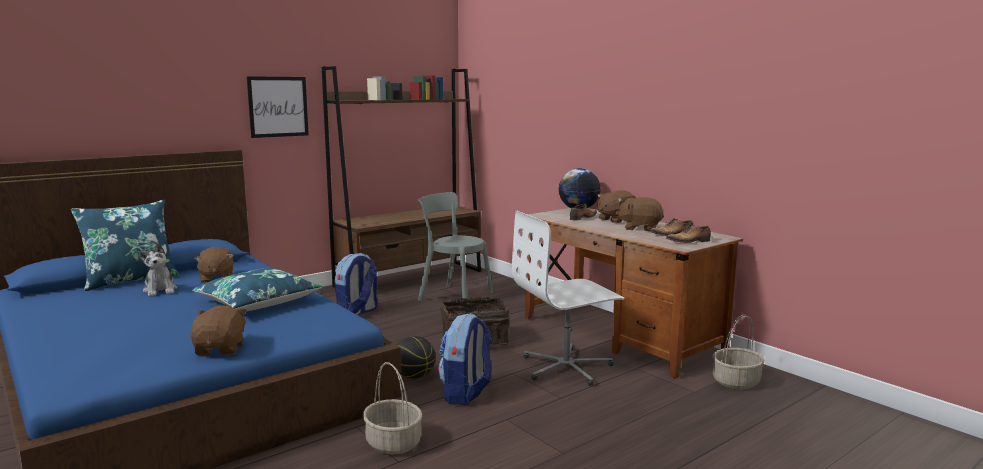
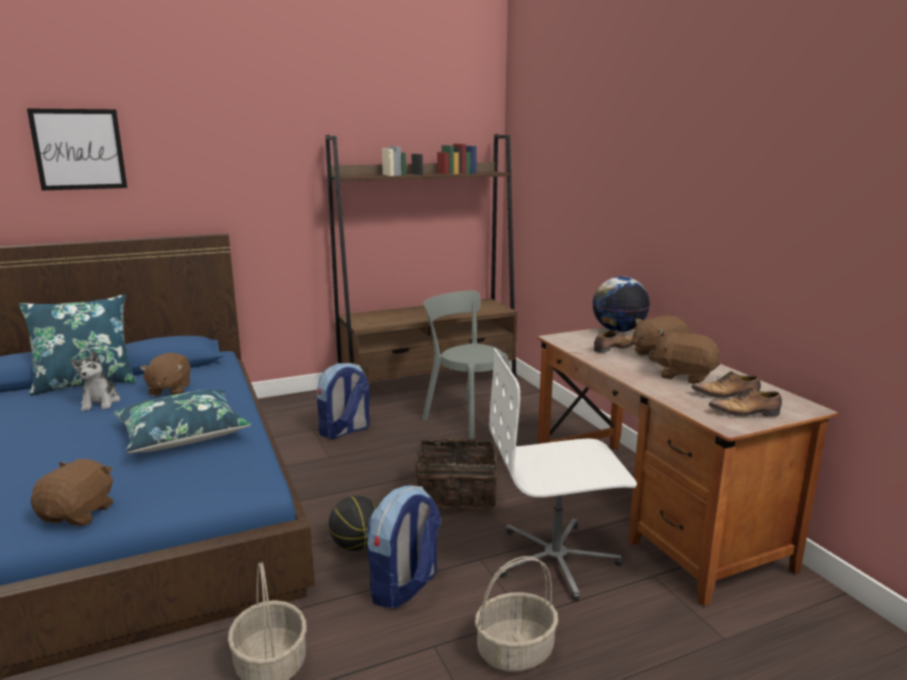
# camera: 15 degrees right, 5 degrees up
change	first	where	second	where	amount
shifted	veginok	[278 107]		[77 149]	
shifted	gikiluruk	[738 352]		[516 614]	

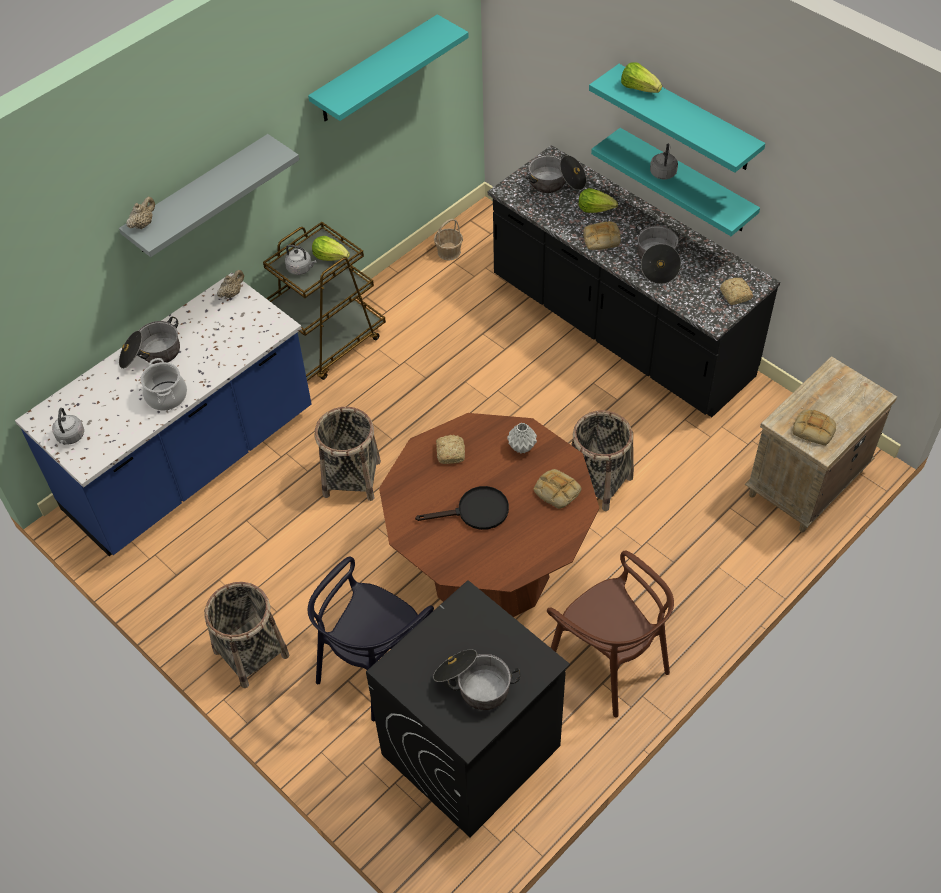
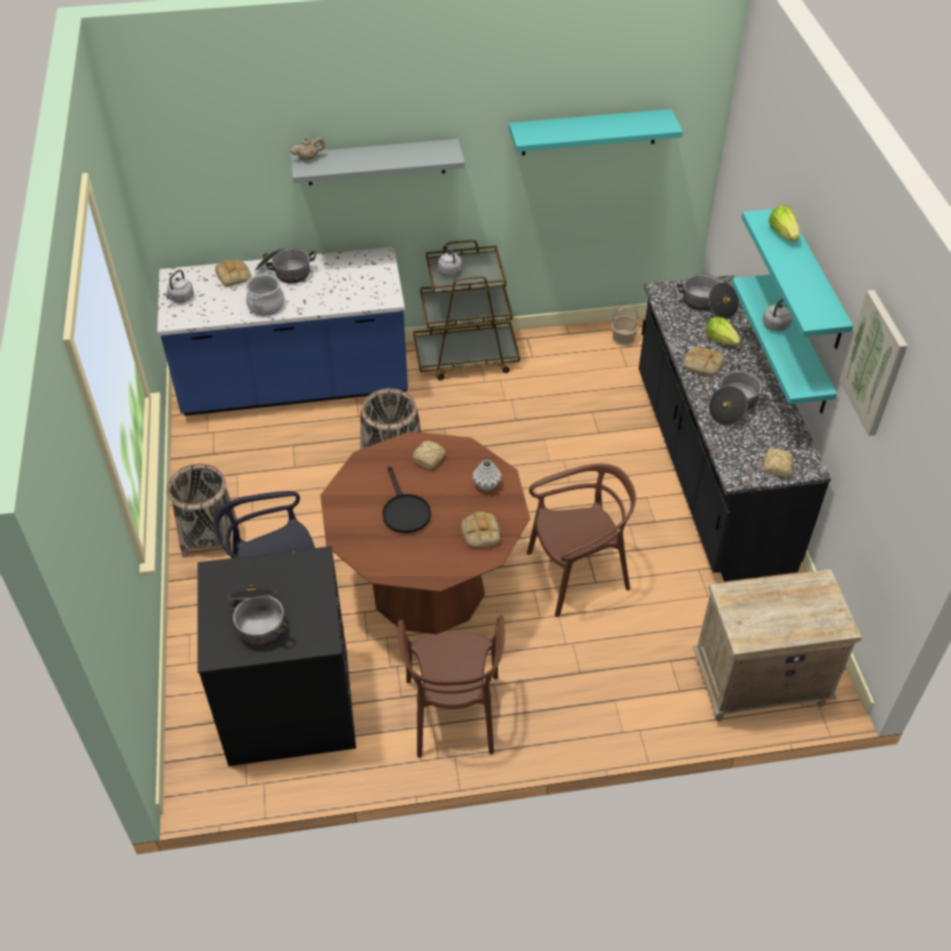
# camera: 35 degrees right, 5 degrees down
change	first	where	second	where	amount
shifted	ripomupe	[814 427]		[233 273]	
rotated	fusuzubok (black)	[462 508]		[406 499]	45 degrees clockwise
swapped	gikiluruk	[603 460]	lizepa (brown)	[581 540]	
new			veginok	[873 363]	
gone	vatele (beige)	[230 284]			
gone	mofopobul	[331 248]			

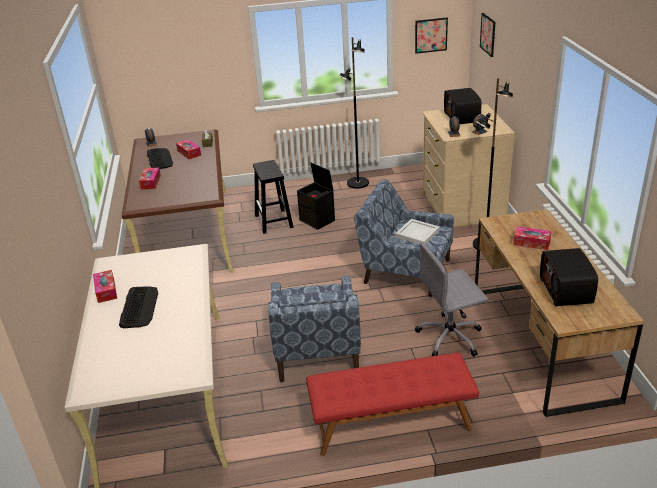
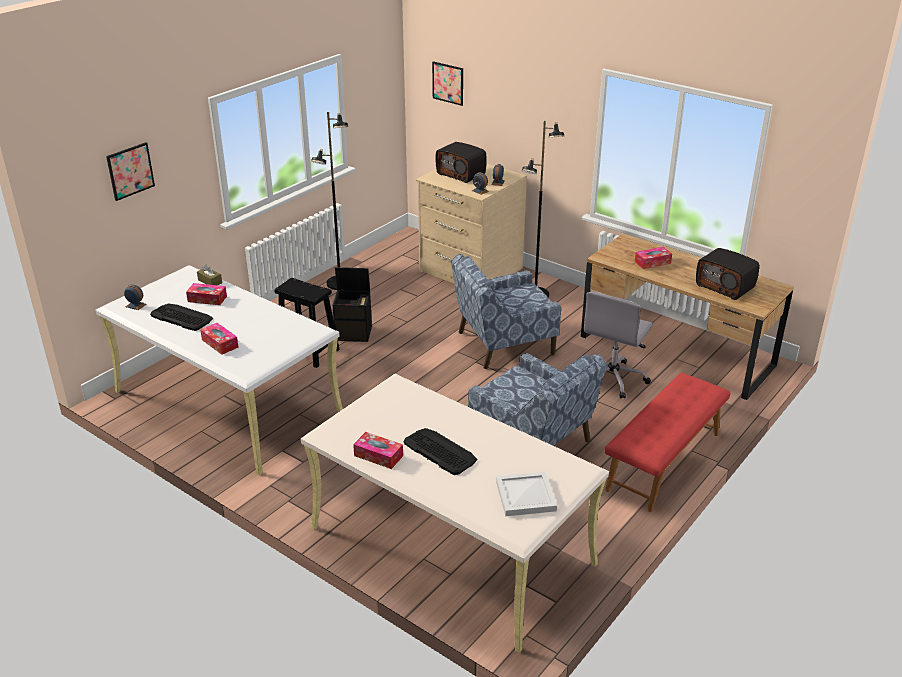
# camera: 45 degrees left, 0 degrees up
change	first	where	second	where	amount
repainted	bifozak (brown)	[178 201]	bifozak (white)	[219 370]	
shifted	veginok	[431 36]		[130 171]	
shifted	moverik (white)	[417 232]		[526 494]	

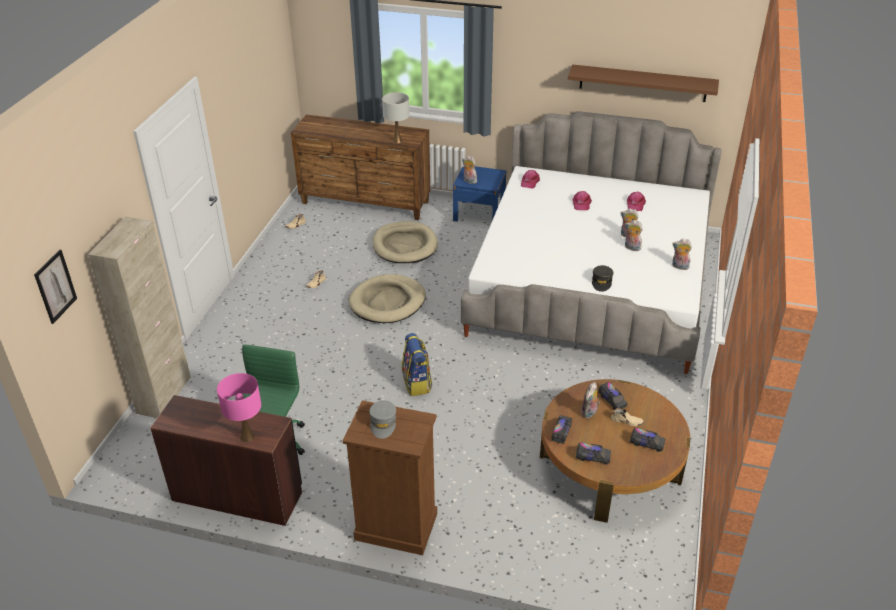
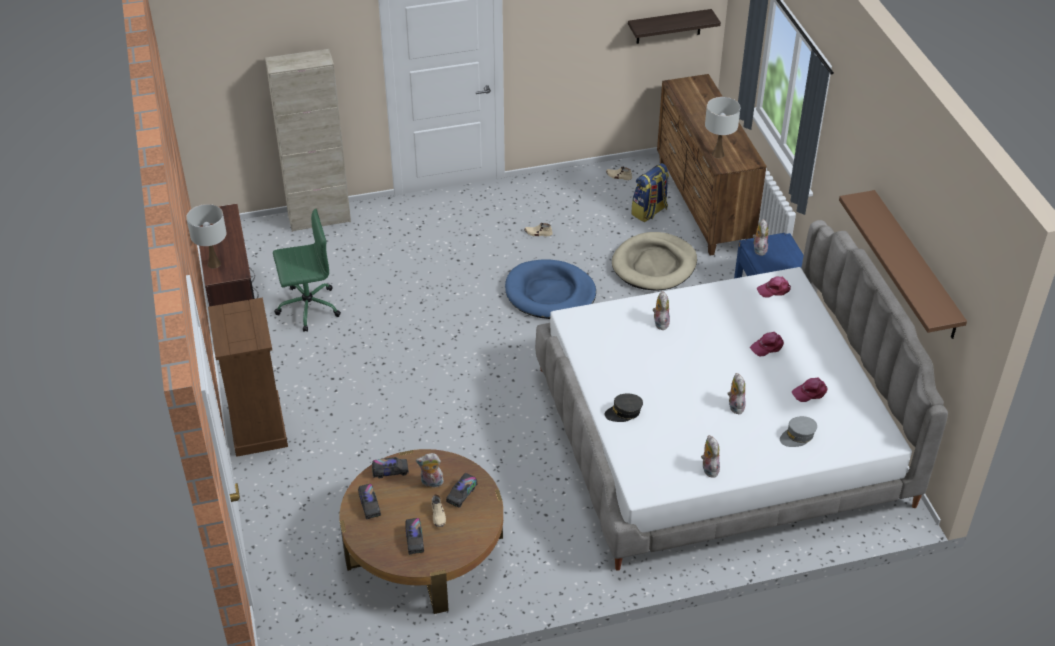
# camera: 60 degrees right, 5 degrees up
change	first	where	second	where	amount
repainted	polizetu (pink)	[239 407]	polizetu (white)	[206 236]	
repainted	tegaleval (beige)	[387 298]	tegaleval (blue)	[550 289]	
new			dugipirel	[674 26]	
shifted	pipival	[417 364]		[650 192]	
shifted	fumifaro	[634 235]		[661 310]	
shifted	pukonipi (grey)	[382 419]		[798 431]	
gone	veginok	[55 287]			

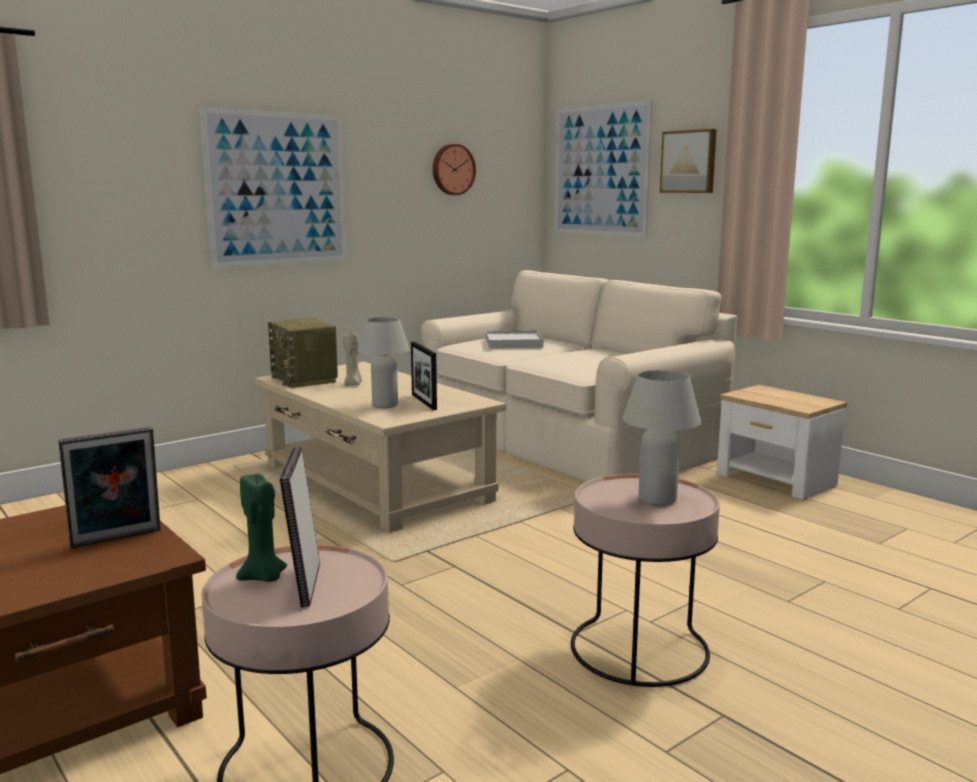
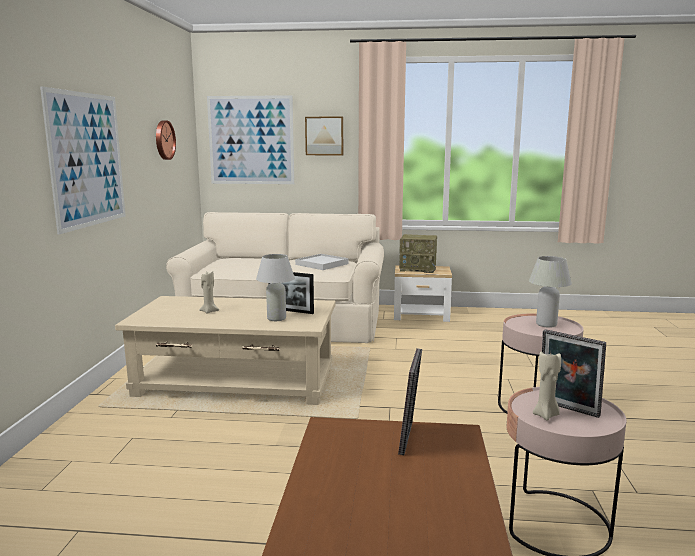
# camera: 45 degrees left, 0 degrees up
change	first	where	second	where	amount
shifted	moverik (white)	[515 339]		[322 262]	
shifted	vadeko	[303 353]		[418 253]	
repainted	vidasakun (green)	[261 528]	vidasakun (beige)	[547 386]	

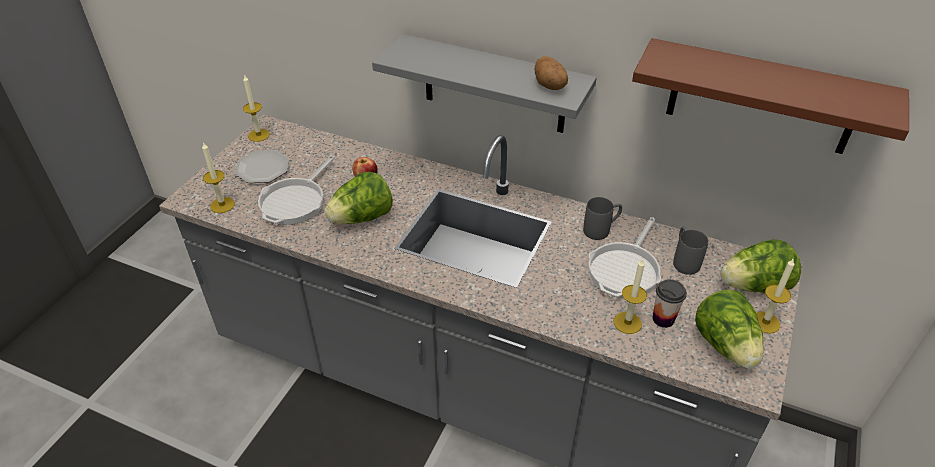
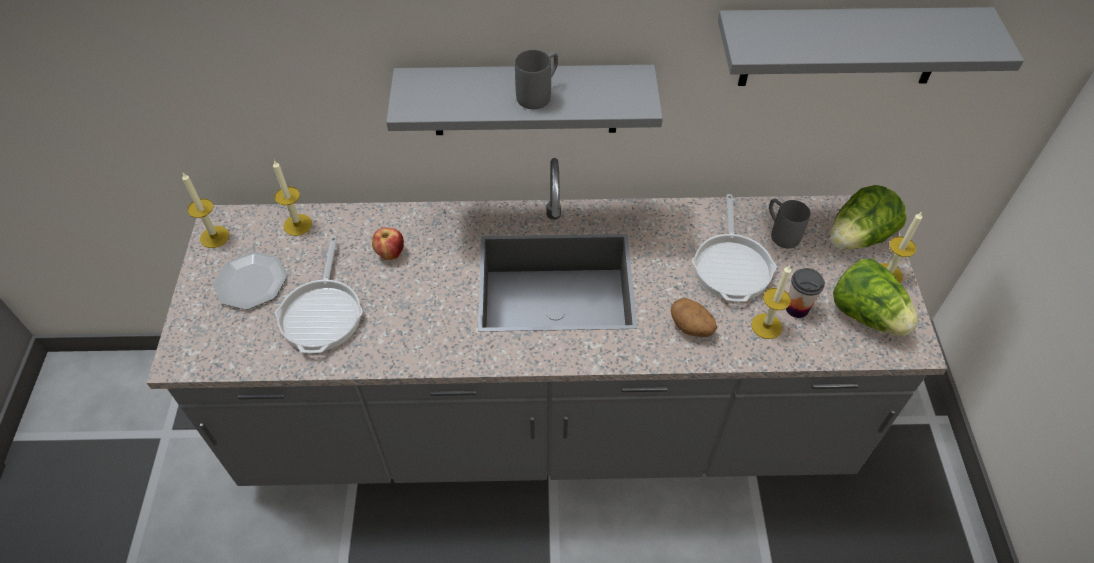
# camera: 25 degrees left, 10 degrees up
change	first	where	second	where	amount
shifted	vidasakun	[218 177]		[292 198]	
shifted	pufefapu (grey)	[602 218]		[536 79]	
shifted	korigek	[551 73]		[694 317]	
repainted	dugipirel (brown)	[770 96]	dugipirel (grey)	[871 46]	
gone	mofopobul	[358 198]			

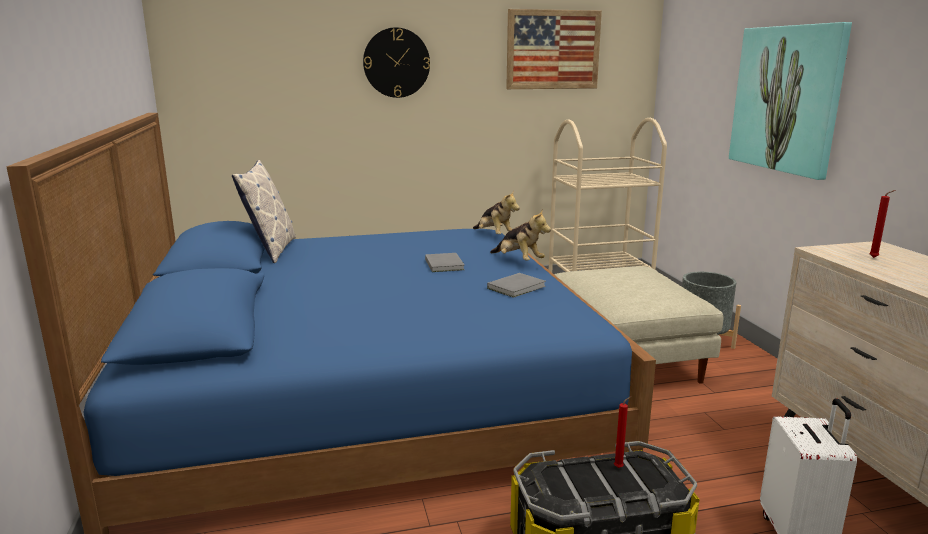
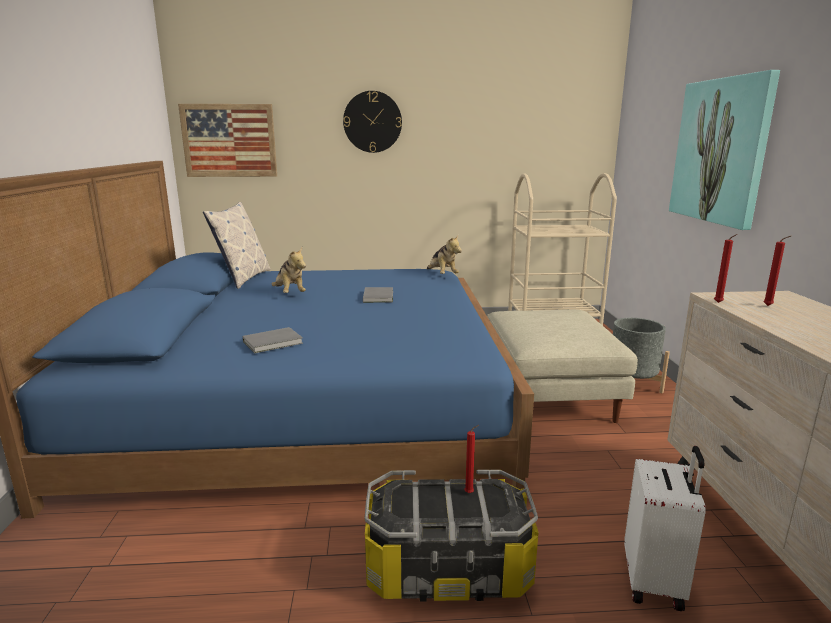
# camera: 10 degrees right, 0 degrees up
change	first	where	second	where	amount
shifted	veginok	[554 49]		[227 140]	
shifted	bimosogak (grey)	[516 285]		[273 340]	
shifted	fumifaro	[520 234]		[289 270]	
new			vidasakun (red)	[725 268]	

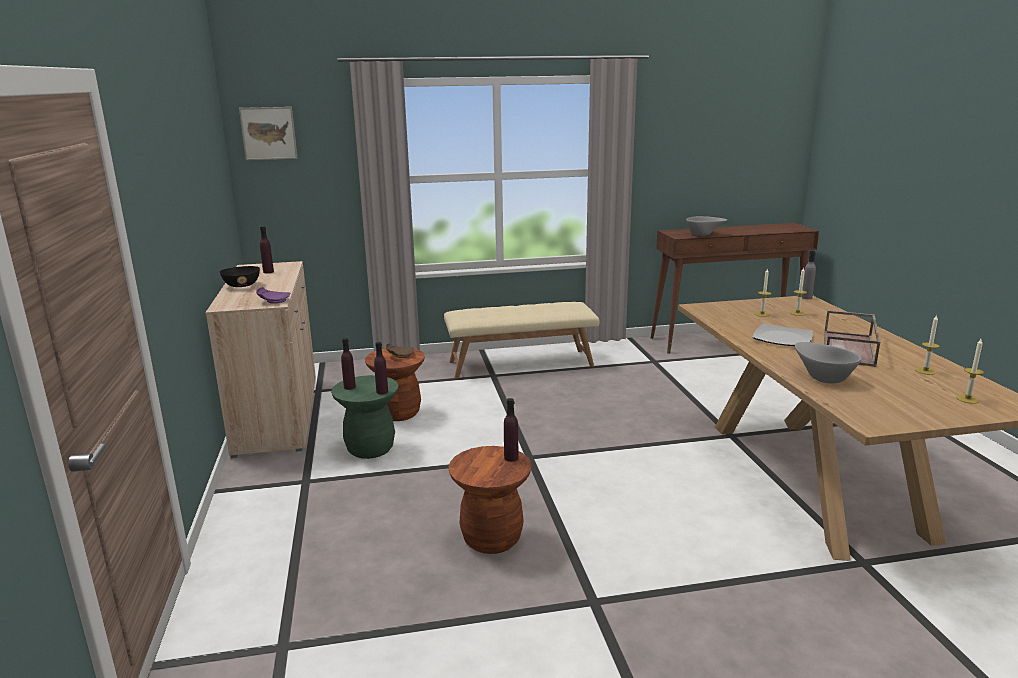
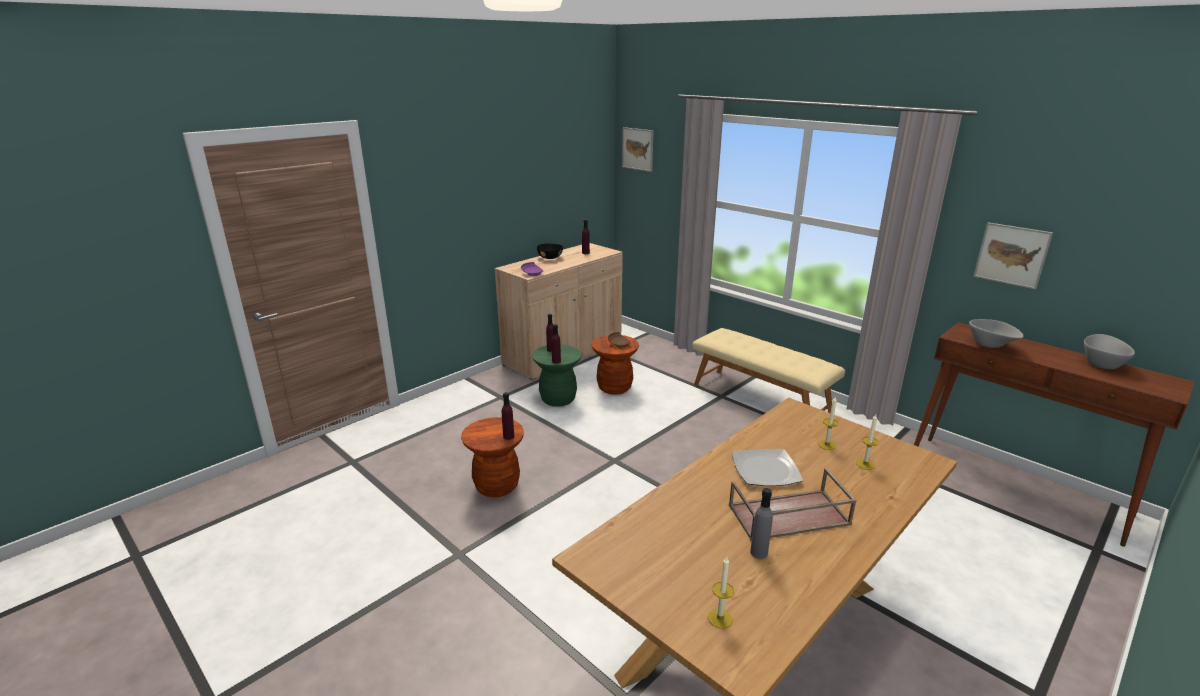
# camera: 55 degrees right, 5 degrees up
change	first	where	second	where	amount
shifted	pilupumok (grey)	[809 274]		[761 523]	
new			veginok	[1013 256]	
shifted	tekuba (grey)	[828 362]		[1109 352]	
gone	vidasakun	[927 345]			

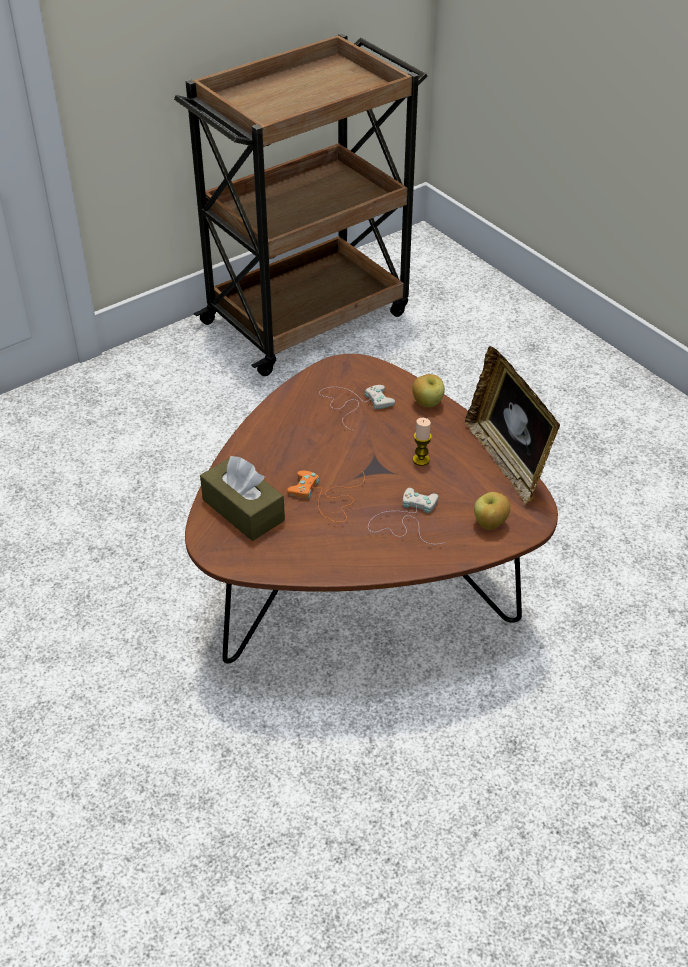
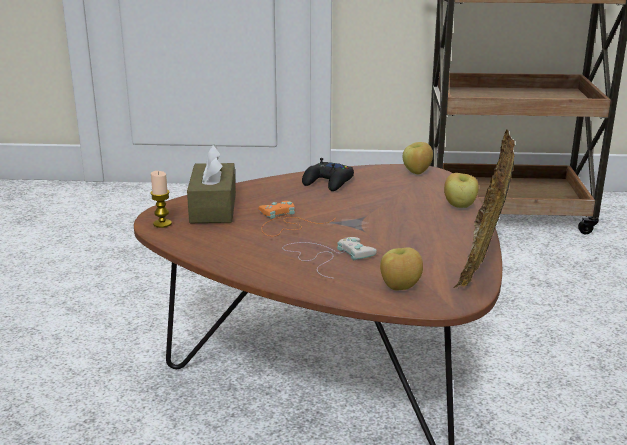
# camera: 40 degrees right, 20 degrees down
change	first	where	second	where	amount
shifted	vidasakun	[422 442]		[161 199]	
new			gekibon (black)	[328 174]	
new			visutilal	[418 158]	
gone	gekibon (white)	[357 407]			

